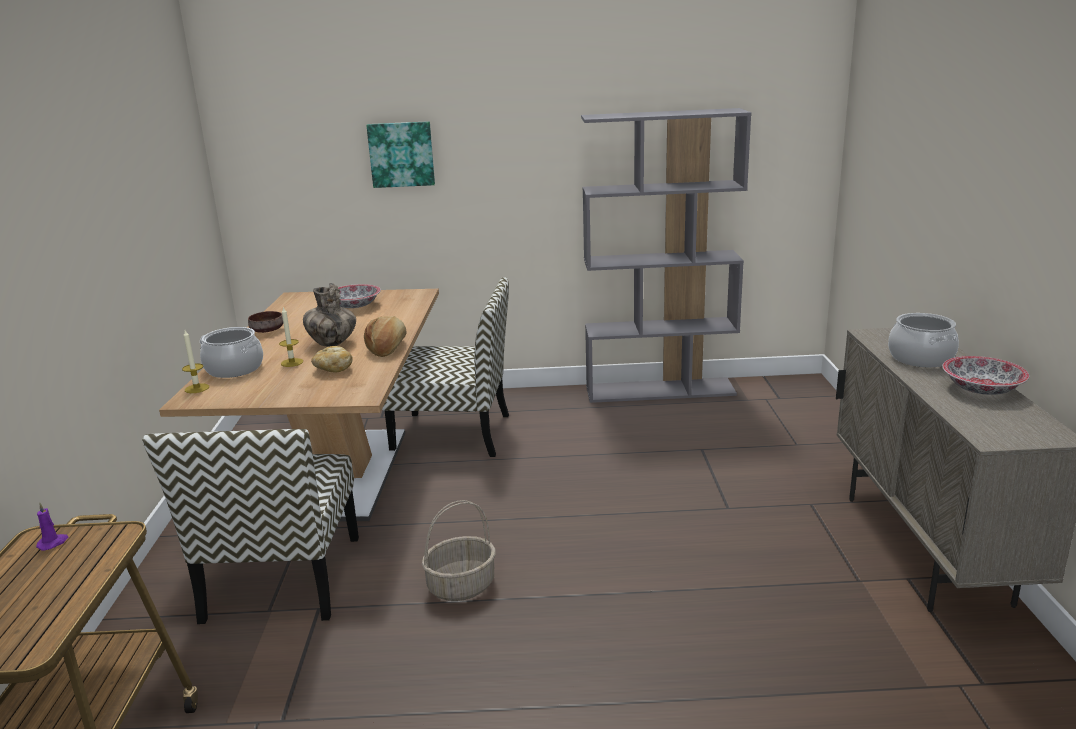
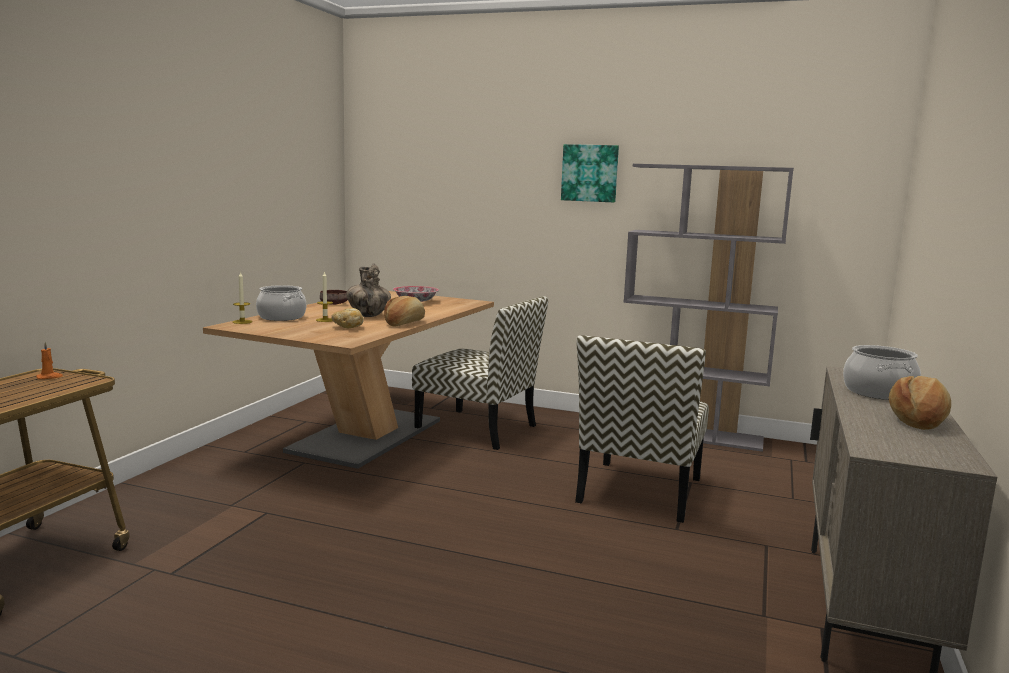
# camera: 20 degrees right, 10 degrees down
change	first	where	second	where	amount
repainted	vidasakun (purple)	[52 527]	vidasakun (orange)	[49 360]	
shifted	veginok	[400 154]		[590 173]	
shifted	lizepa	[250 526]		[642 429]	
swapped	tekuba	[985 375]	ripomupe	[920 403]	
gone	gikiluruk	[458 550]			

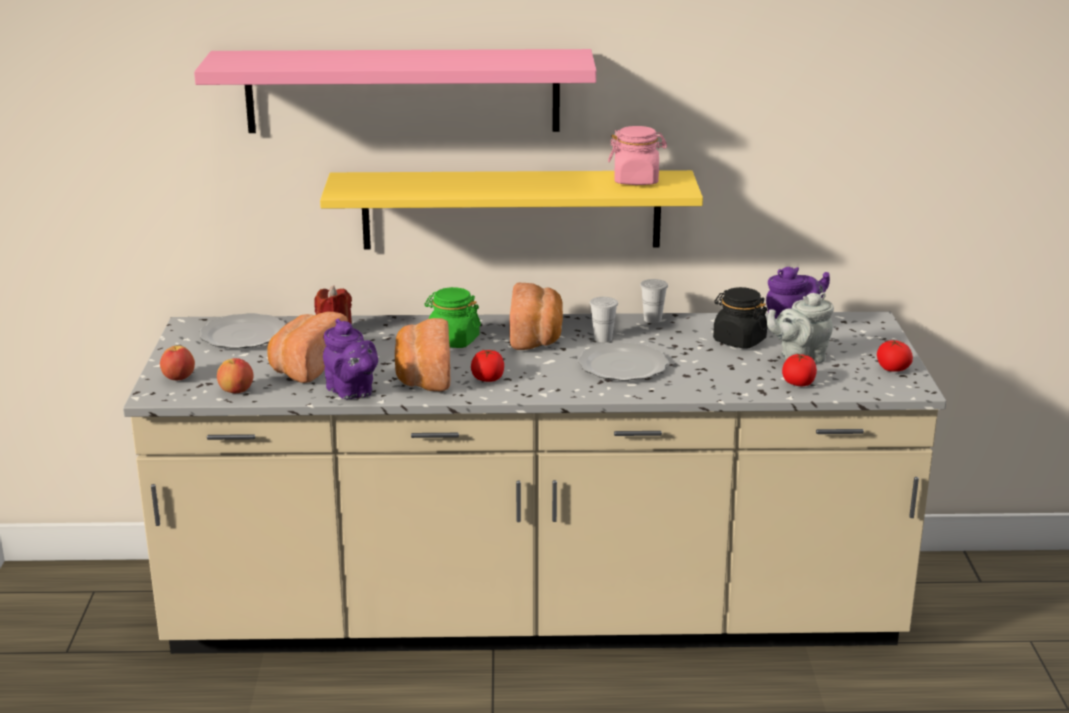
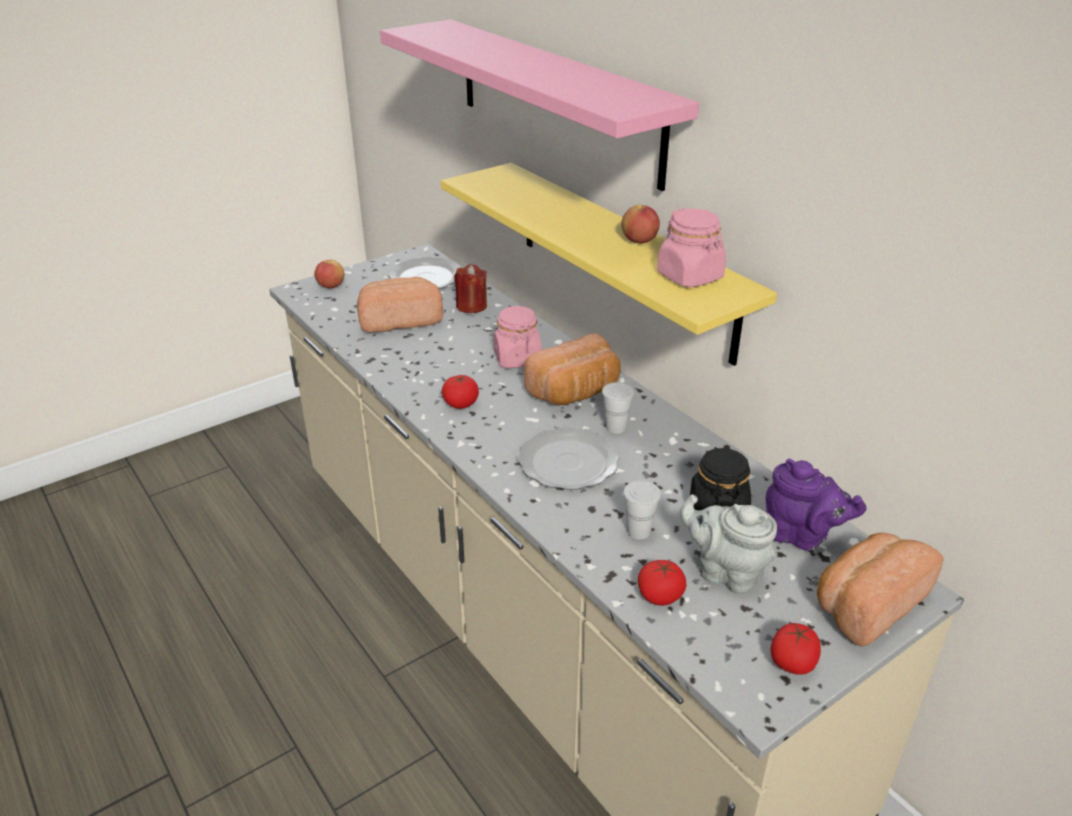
# camera: 55 degrees right, 10 degrees up
change	first	where	second	where	amount
repainted	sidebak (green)	[452 317]	sidebak (pink)	[517 337]	
shifted	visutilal	[235 375]		[640 224]	
shifted	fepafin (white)	[654 301]		[642 509]	
shifted	ripomupe	[422 354]		[880 590]	
gone	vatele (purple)	[350 359]			

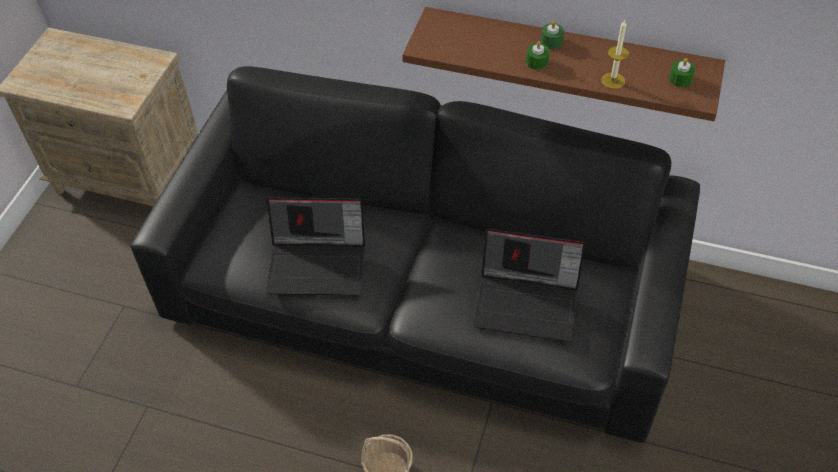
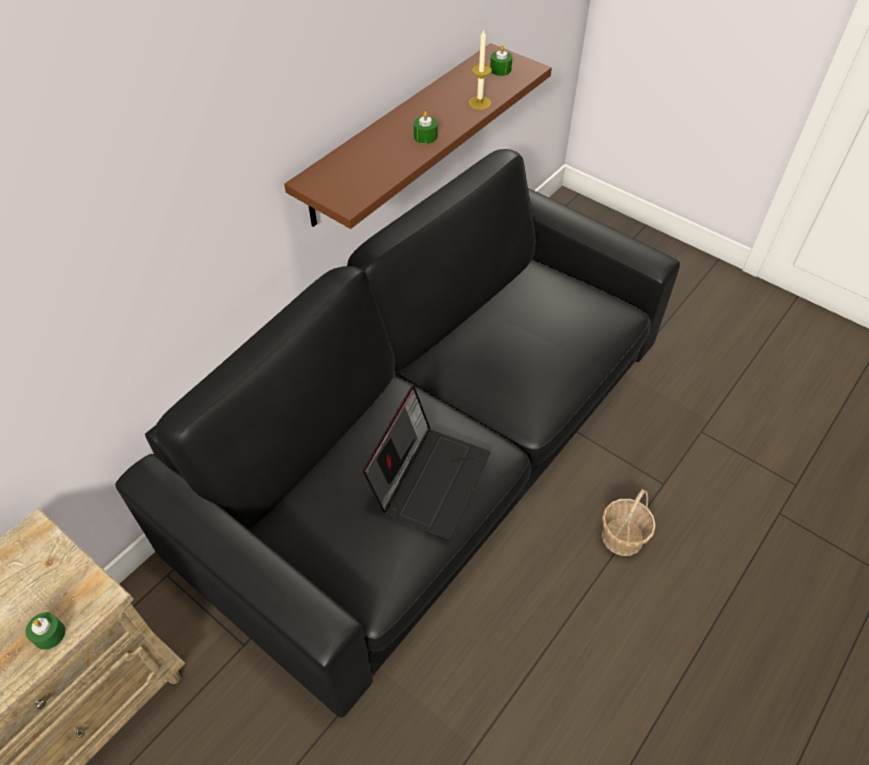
# camera: 70 degrees left, 0 degrees up
change	first	where	second	where	amount
shifted	vidasakun (green)	[552 35]		[45 631]	
gone	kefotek	[529 285]			

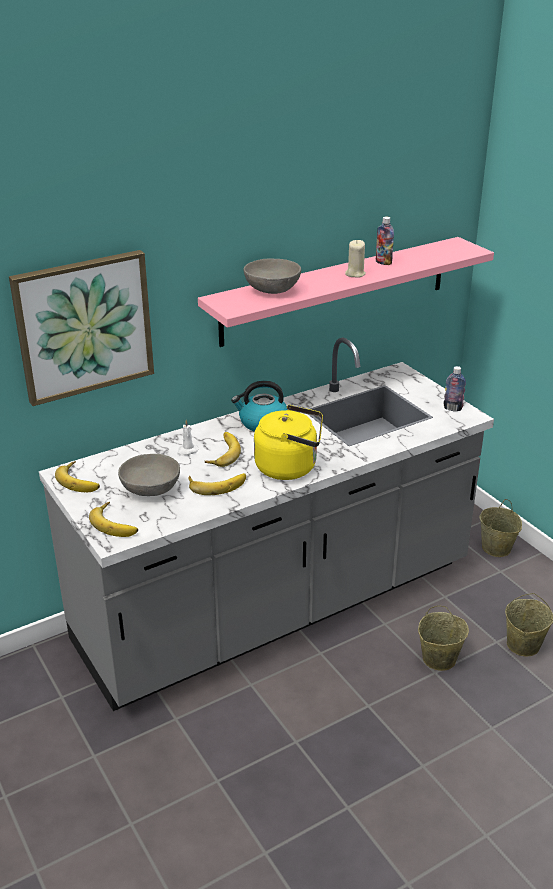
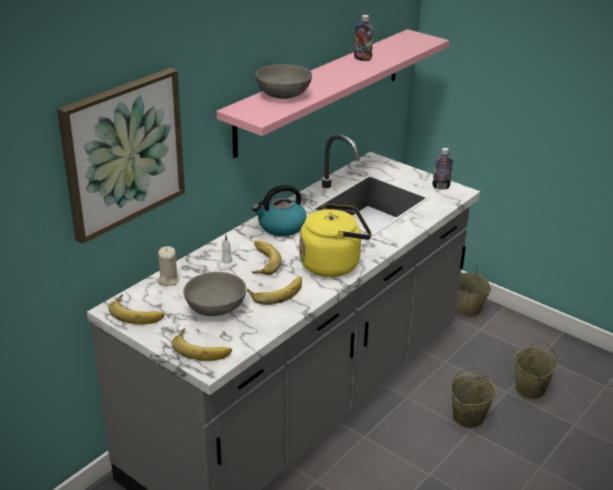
# camera: 20 degrees left, 0 degrees up
change	first	where	second	where	amount
shifted	vidasakun (beige)	[355 259]		[169 266]	

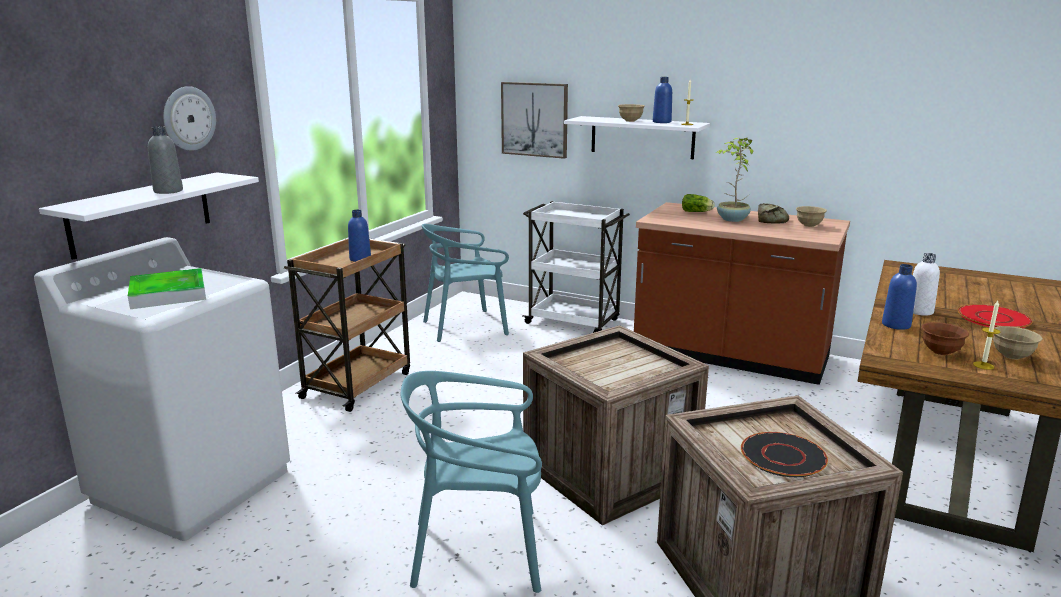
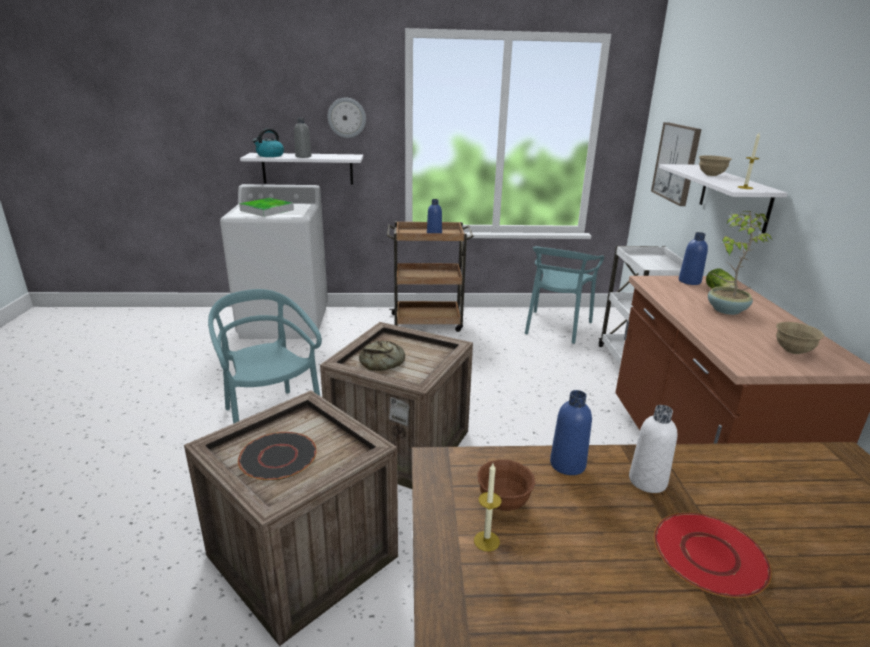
# camera: 60 degrees right, 5 degrees up
change	first	where	second	where	amount
new			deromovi	[268 142]	
shifted	ripomupe	[773 213]		[382 355]	
rotated	lizepa (turquoise)	[465 283]		[564 295]	105 degrees counterclockwise
shifted	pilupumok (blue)	[662 100]		[693 258]	
gone	tekuba (beige)	[1018 343]			

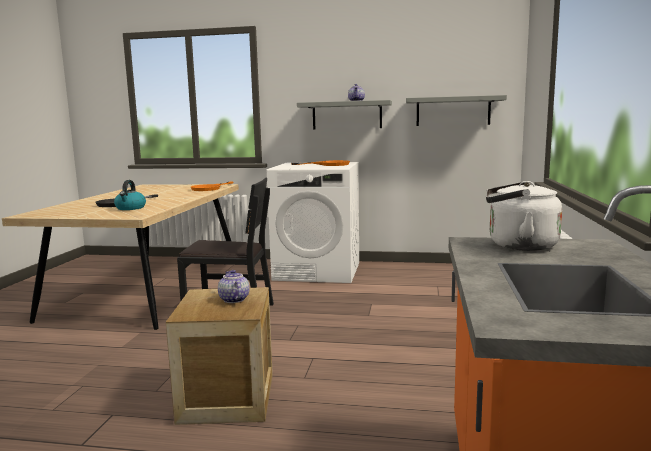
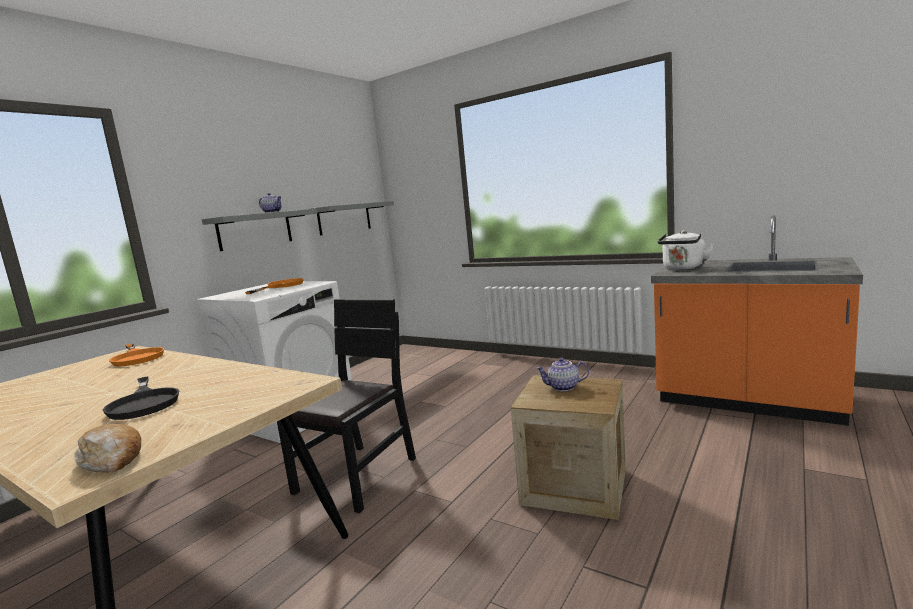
# camera: 65 degrees left, 0 degrees up
change	first	where	second	where	amount
new			ripomupe	[107 448]	
gone	deromovi	[130 195]			

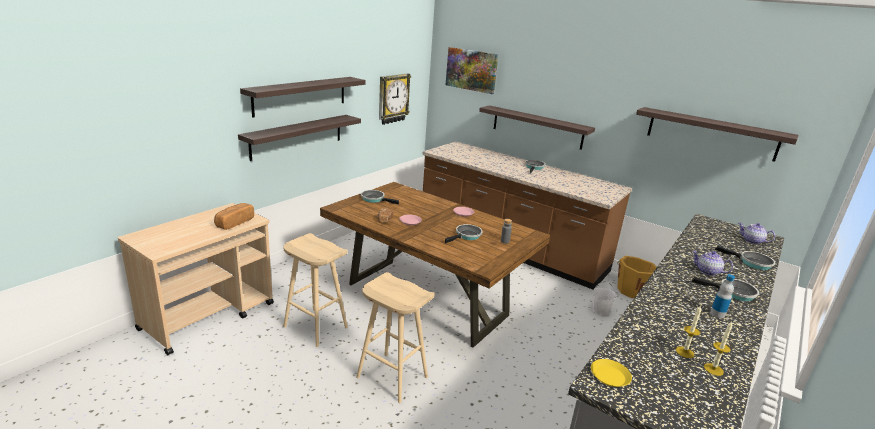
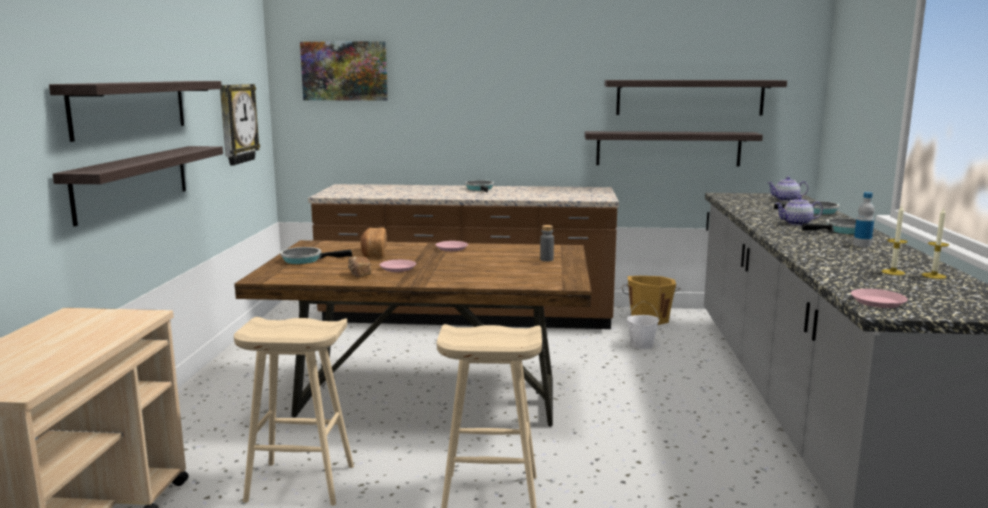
# camera: 30 degrees left, 10 degrees down
change	first	where	second	where	amount
shifted	ripomupe	[234 216]		[373 242]	
shifted	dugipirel	[537 127]		[674 149]	
repainted	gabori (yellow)	[611 373]	gabori (pink)	[879 298]	
gone	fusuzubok	[464 233]			

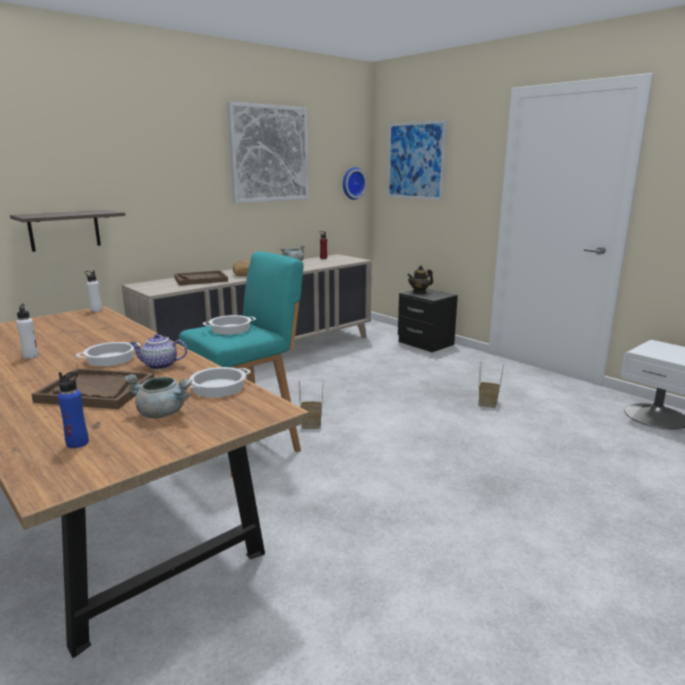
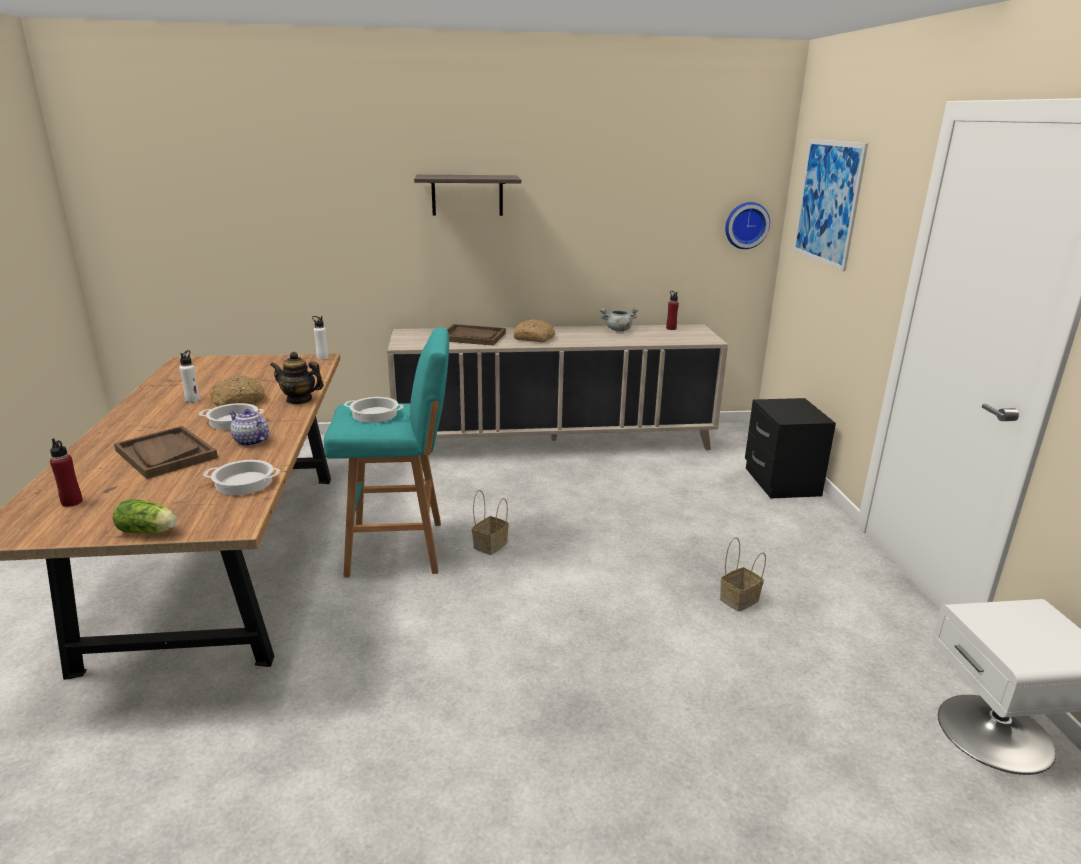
# camera: 35 degrees right, 5 degrees up
change	first	where	second	where	amount
repainted	pilupumok (blue)	[73 409]	pilupumok (red)	[66 472]	
new			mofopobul	[145 516]	
new			ripomupe	[237 391]	
shifted	vatele	[420 279]		[297 378]	
shifted	dugipirel	[68 231]		[467 195]	
gone	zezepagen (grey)	[157 396]			
gone	veginok	[268 152]			

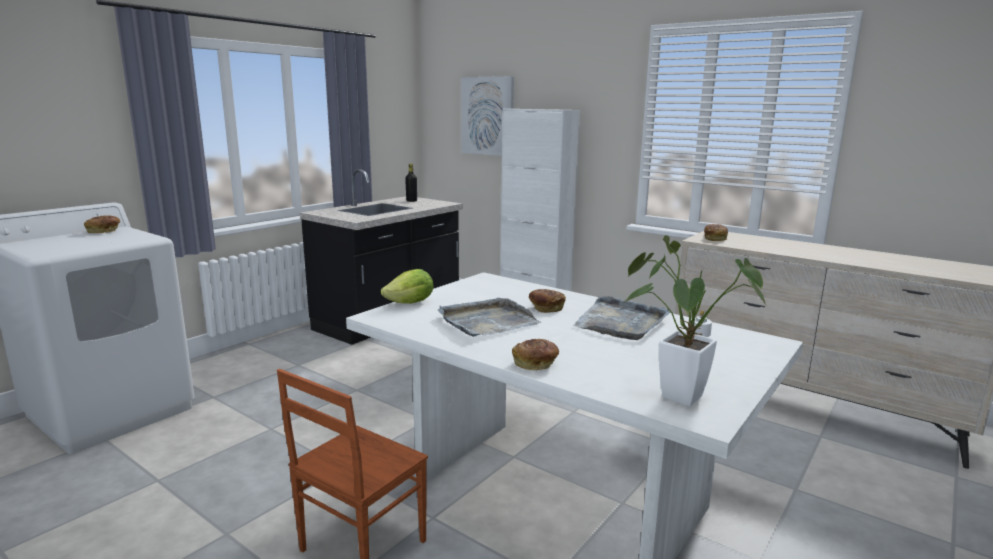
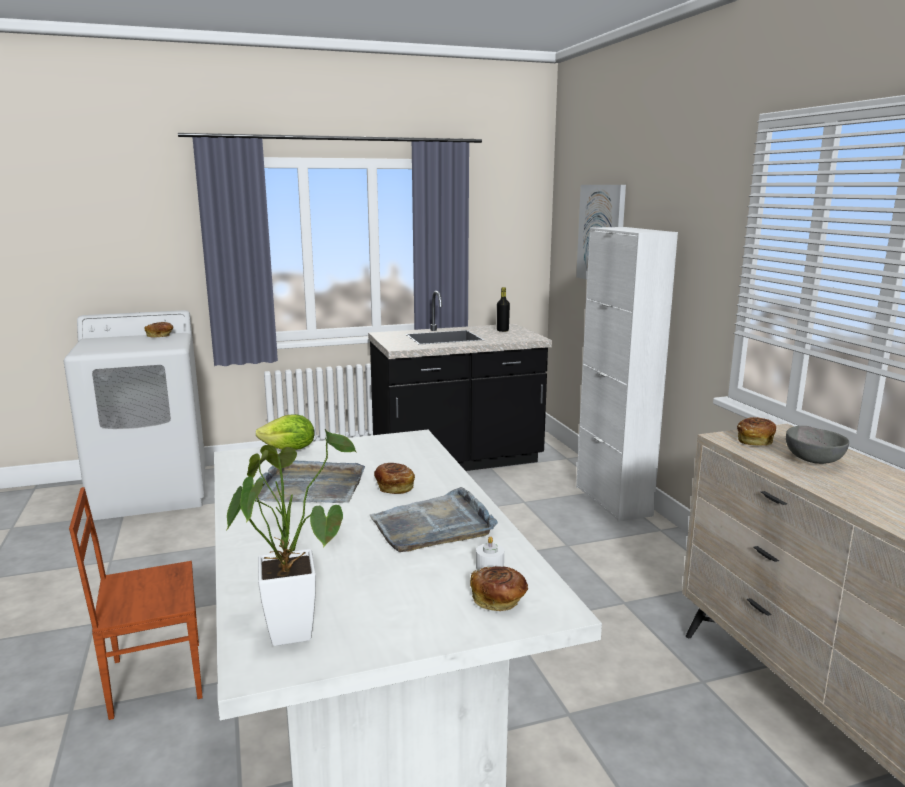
# camera: 35 degrees right, 0 degrees up
change	first	where	second	where	amount
shifted	ripomupe	[535 354]		[499 588]	
new			tekuba (grey)	[817 445]	

